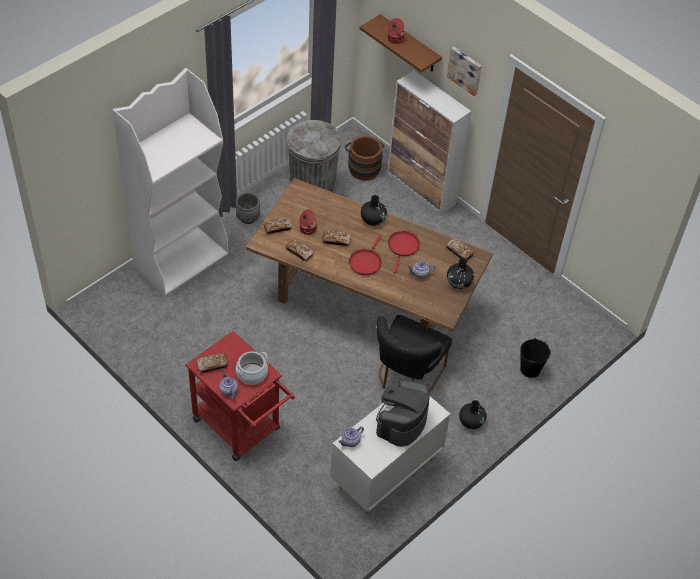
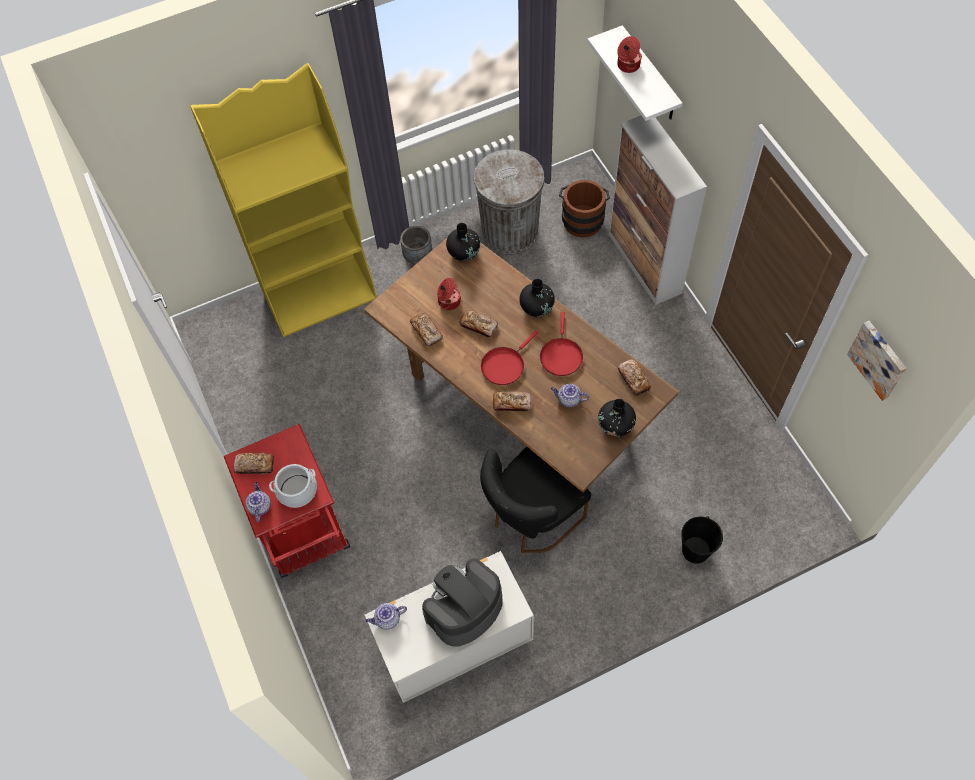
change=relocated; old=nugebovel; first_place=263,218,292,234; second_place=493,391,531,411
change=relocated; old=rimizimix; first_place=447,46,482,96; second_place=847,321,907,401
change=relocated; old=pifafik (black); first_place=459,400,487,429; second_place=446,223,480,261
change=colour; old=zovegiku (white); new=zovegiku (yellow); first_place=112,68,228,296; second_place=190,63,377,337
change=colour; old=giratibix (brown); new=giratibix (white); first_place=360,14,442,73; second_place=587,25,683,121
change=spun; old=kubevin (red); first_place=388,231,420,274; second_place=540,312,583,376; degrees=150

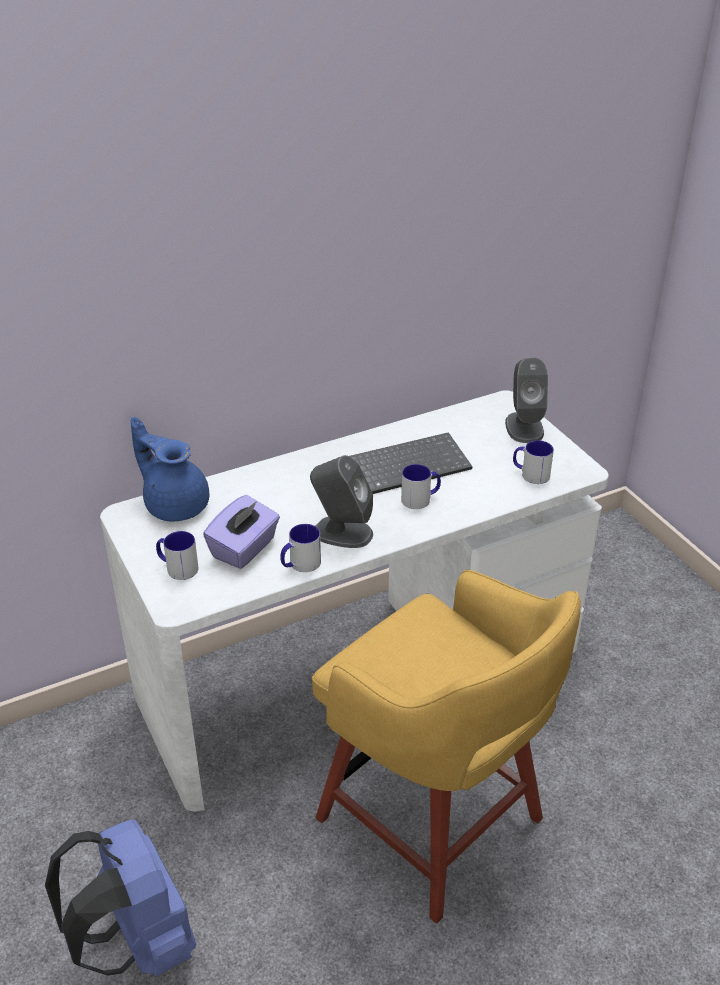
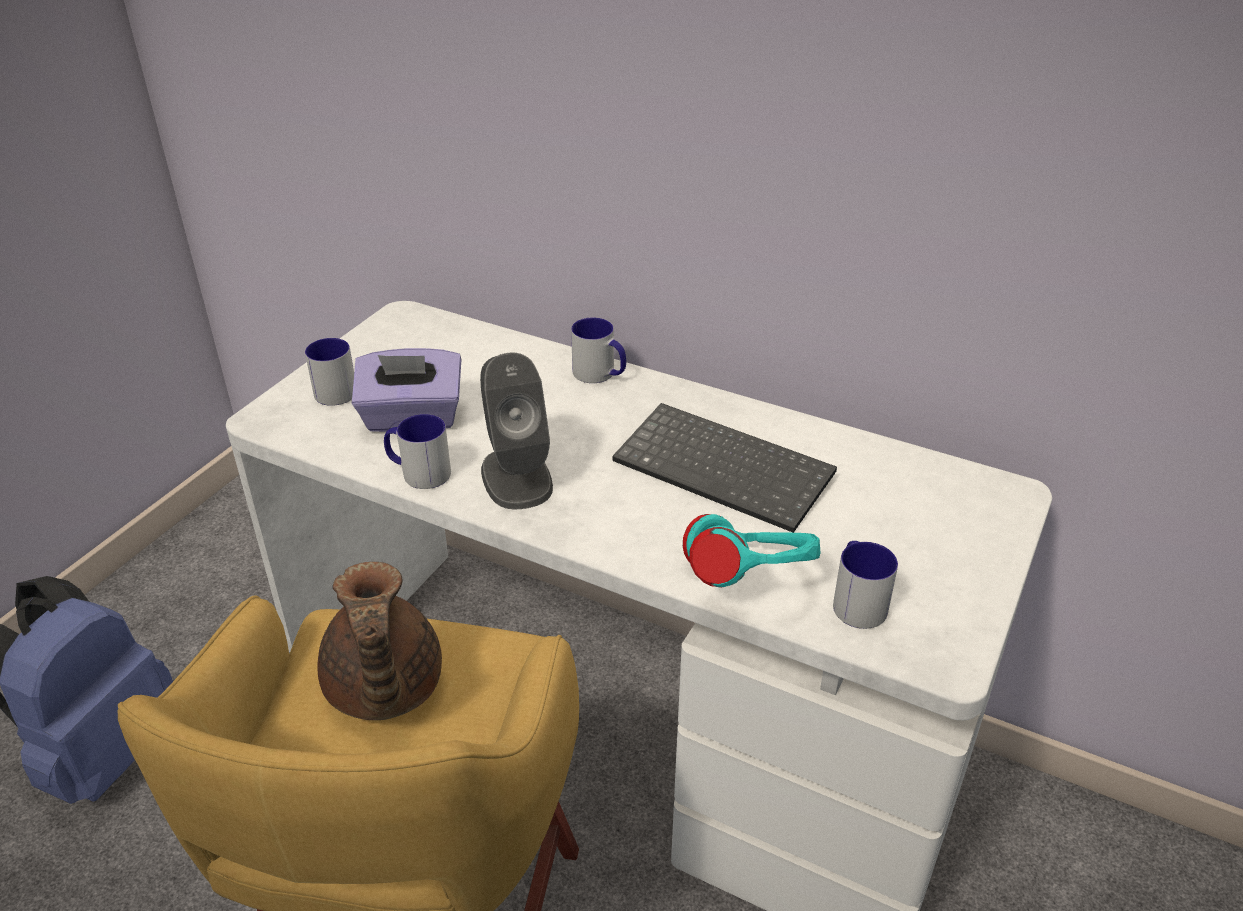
change=missing; old=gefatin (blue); first_place=131,417,209,521
change=missing; old=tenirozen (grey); first_place=505,357,548,443
change=appeared; new=gefatin (brown); second_place=317,562,442,720
change=appeared; new=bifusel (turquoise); second_place=683,514,821,588
change=relocated; old=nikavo; first_place=401,464,441,509; second_place=571,318,626,383

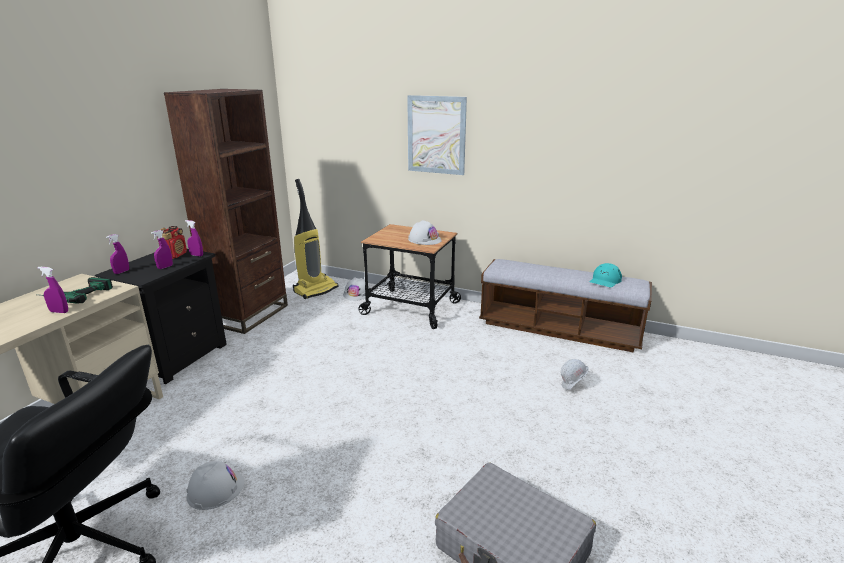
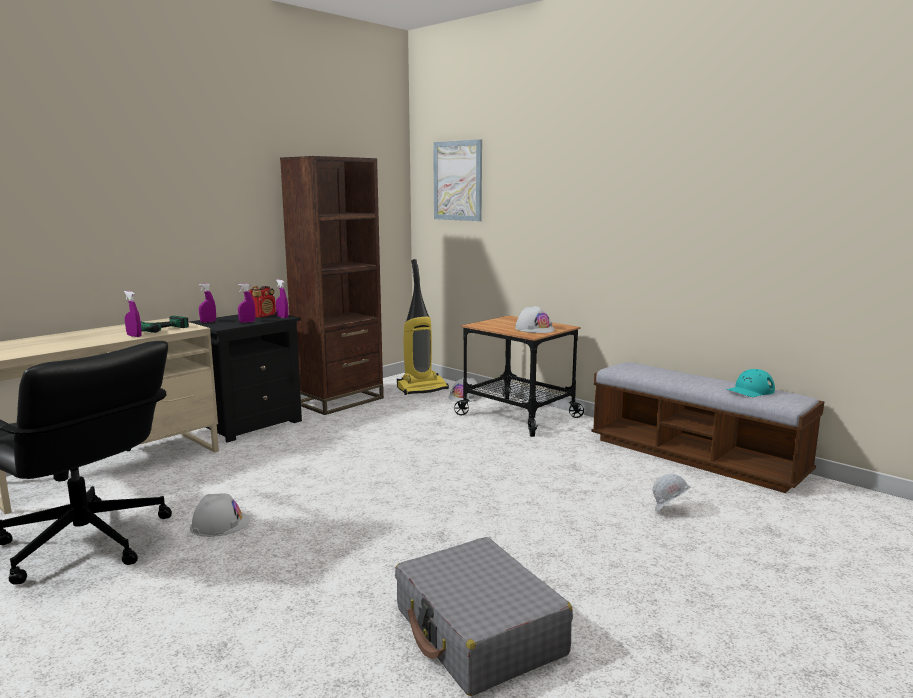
change=relocated; old=rimizimix; first_place=407,95,467,175; second_place=433,139,482,221

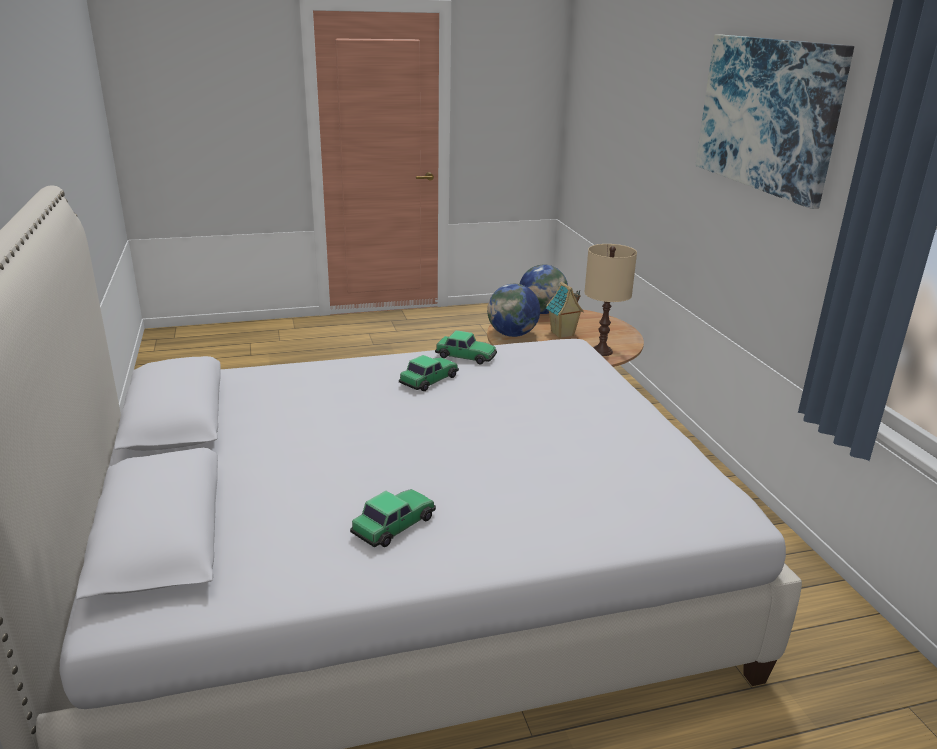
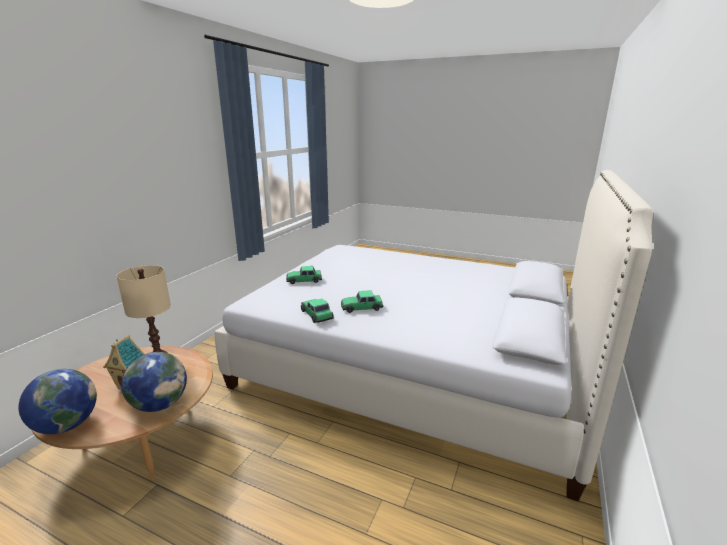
change=missing; old=rimizimix; first_place=696,35,854,209
change=relocated; old=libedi; first_place=350,489,436,547; second_place=286,266,322,284

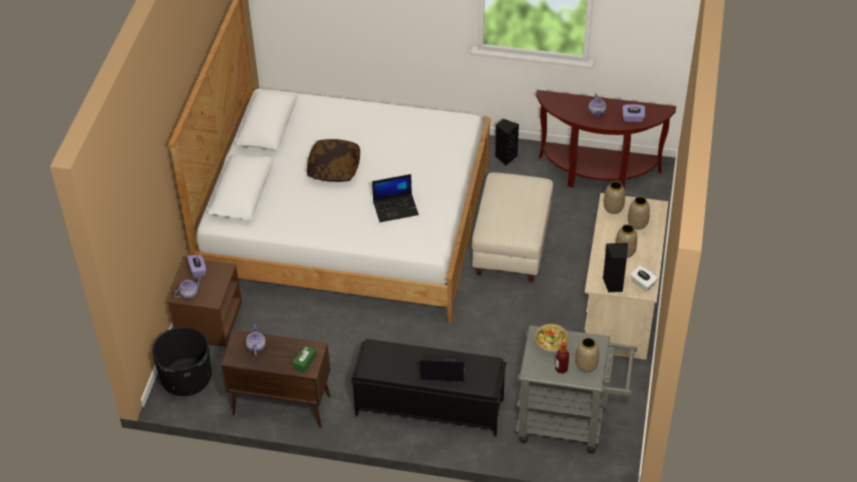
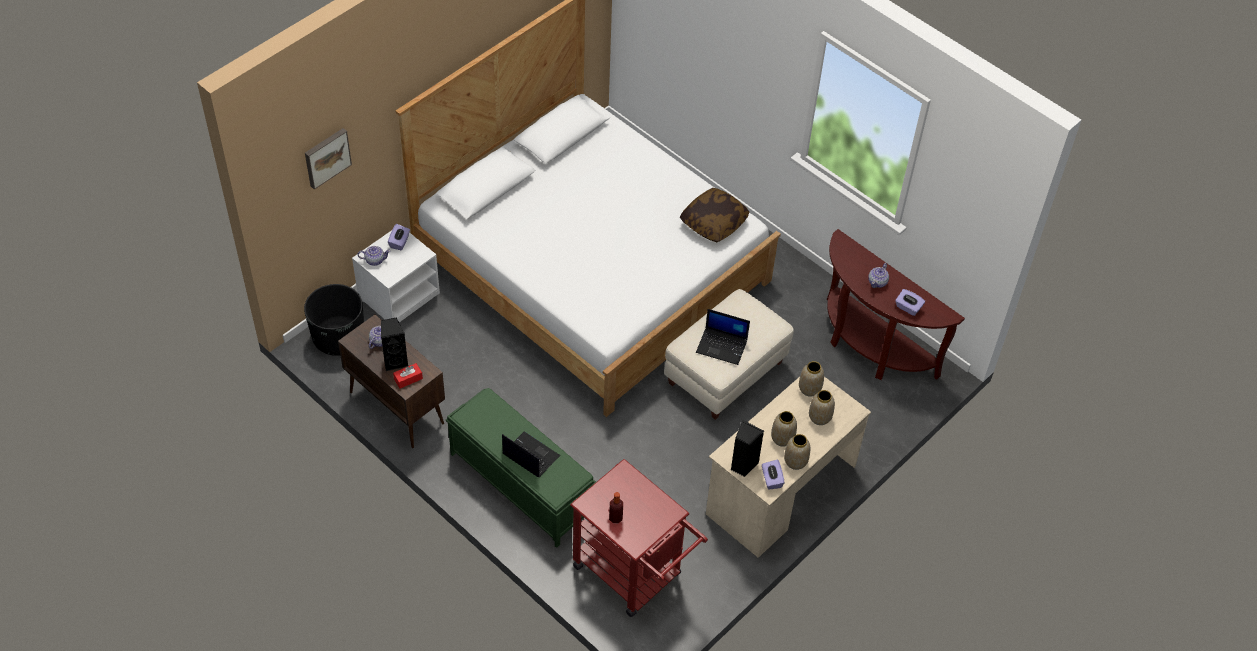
change=missing; old=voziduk; first_place=535,324,568,352
change=appeared; new=rimizimix; second_place=305,128,352,190
change=relocated; old=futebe; first_place=307,139,360,182; second_place=680,188,750,242
change=relocated; old=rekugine; first_place=372,174,419,222; second_place=696,309,750,365
change=relocated; old=tenirozen (black); first_place=495,119,519,166; second_place=381,317,408,371
change=relocated; old=pifafik; first_place=575,337,599,373; second_place=784,434,810,470
change=colour; old=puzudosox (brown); new=puzudosox (white); first_place=168,258,242,347; second_place=352,230,440,322
change=colour; old=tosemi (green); new=tosemi (red); first_place=292,345,316,373; second_place=393,363,423,388
change=colour; old=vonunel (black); new=vonunel (green); first_place=351,339,507,437; second_place=446,388,596,548
change=colour; old=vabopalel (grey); new=vabopalel (red); first_place=516,325,638,453; second_place=570,459,708,617
change=colour; old=tosemi (white); new=tosemi (purple); first_place=630,265,658,291; second_place=762,459,784,490

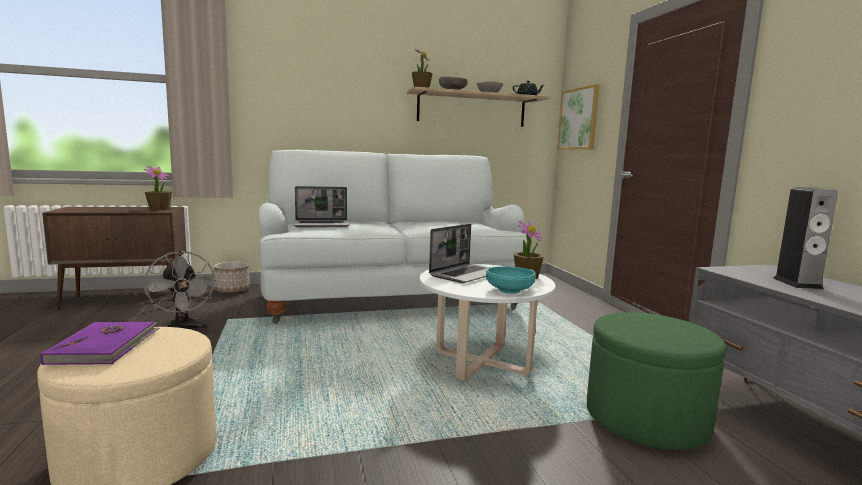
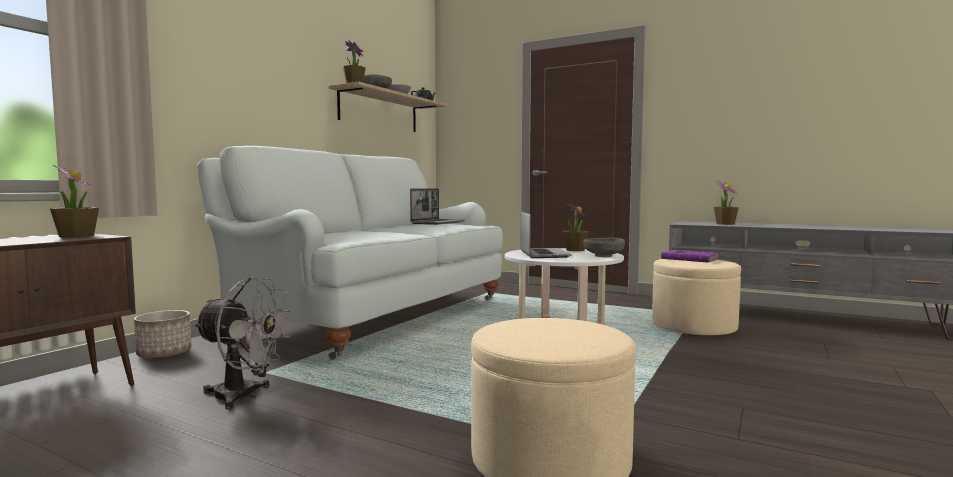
change=missing; old=rimizimix; first_place=557,84,600,150
change=relocated; old=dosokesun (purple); first_place=40,322,160,365; second_place=661,250,719,263
change=relocated; old=rekugine; first_place=294,186,349,227; second_place=410,188,465,225
change=exchanged; old=tenirozen; new=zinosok; first_place=773,187,838,289; second_place=714,181,739,225
change=colour; old=voziduk (turquoise); new=voziduk (grey); first_place=486,266,536,294; second_place=583,238,625,257
change=colour; old=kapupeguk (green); new=kapupeguk (beige); first_place=587,312,726,450; second_place=652,259,741,335

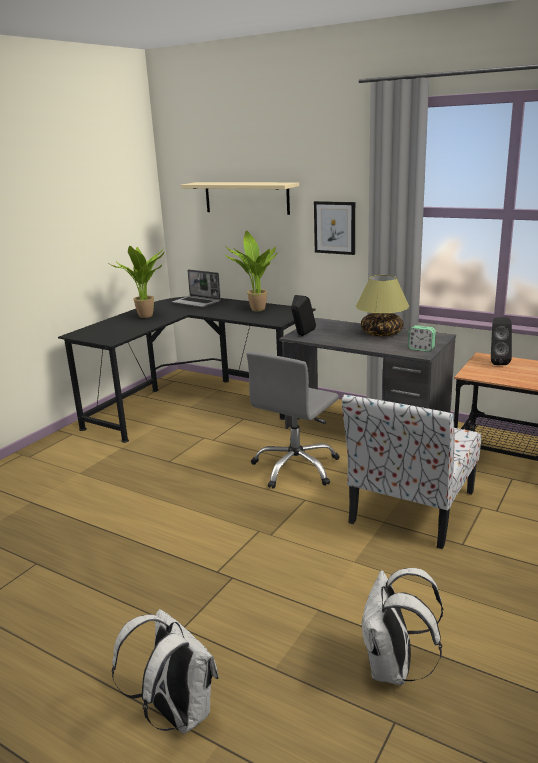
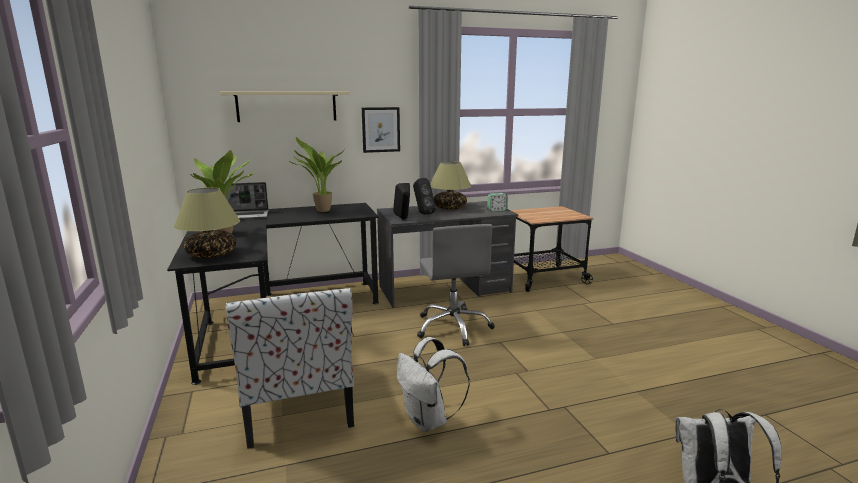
change=appeared; new=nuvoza; second_place=174,188,240,258
change=relocated; old=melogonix; first_place=342,394,481,549; second_place=226,288,354,449
change=relocated; old=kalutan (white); first_place=360,568,443,685; second_place=397,337,470,432
change=relocated; old=tenirozen (black); first_place=491,317,512,365; second_place=413,178,436,215

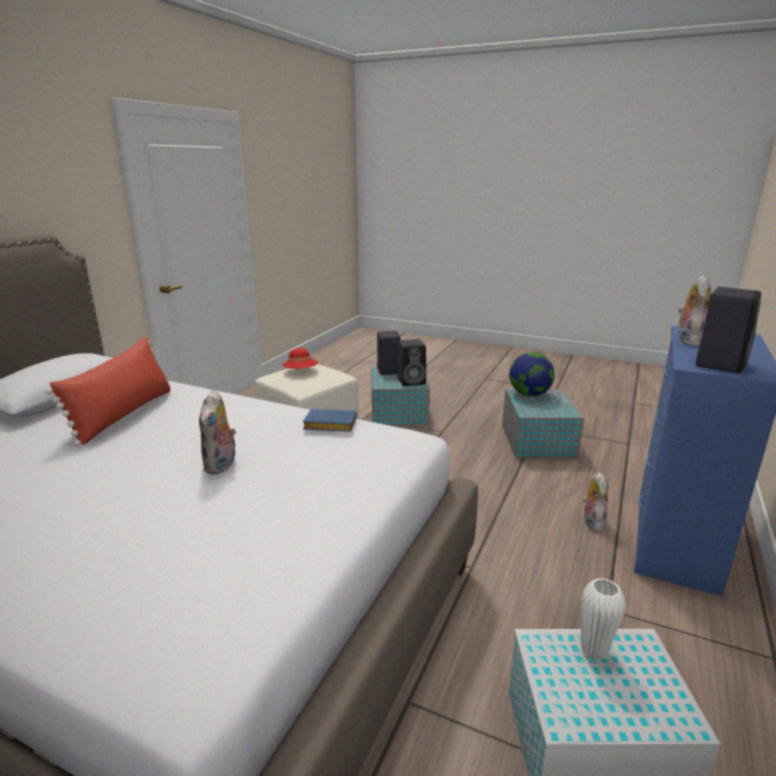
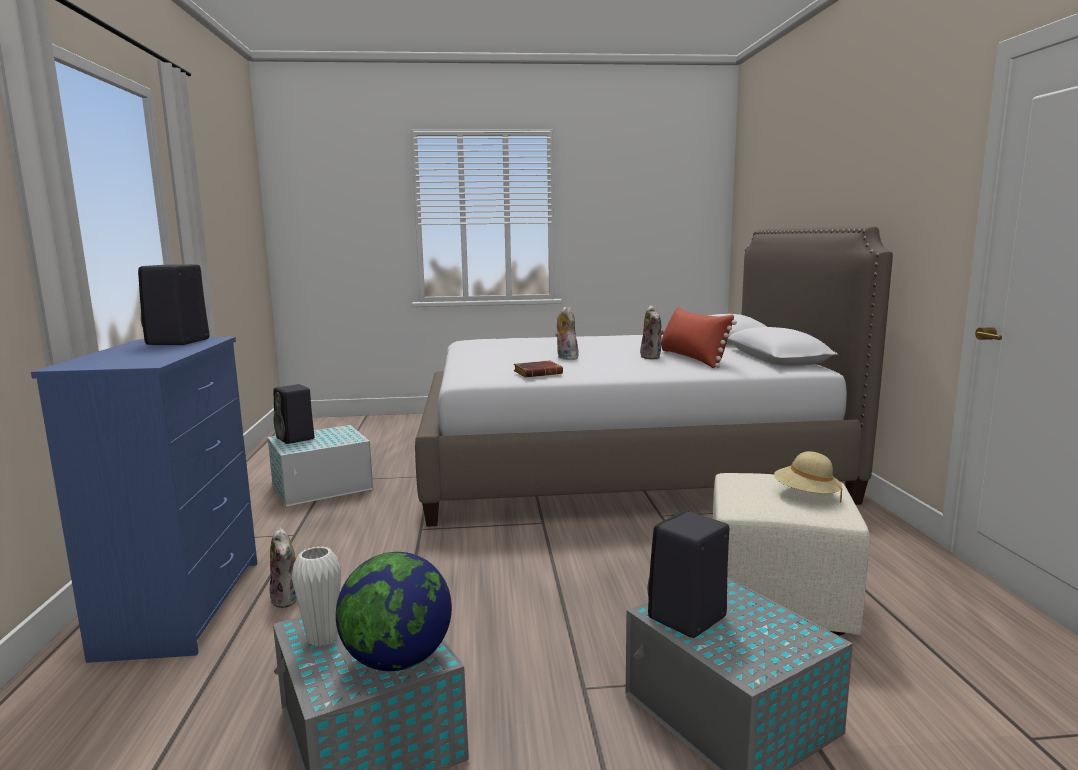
change=relocated; old=tenirozen (black); first_place=377,331,401,375; second_place=274,384,315,444
change=relocated; old=pifafik (white); first_place=581,578,626,660; second_place=292,546,341,647
change=relocated; old=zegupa; first_place=678,276,711,346; second_place=640,305,664,359
change=colour; old=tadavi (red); new=tadavi (beige); first_place=283,348,318,369; second_place=774,451,842,502
change=colour; old=dosokesun (blue); new=dosokesun (brown); first_place=303,409,357,432; second_place=514,360,563,378

